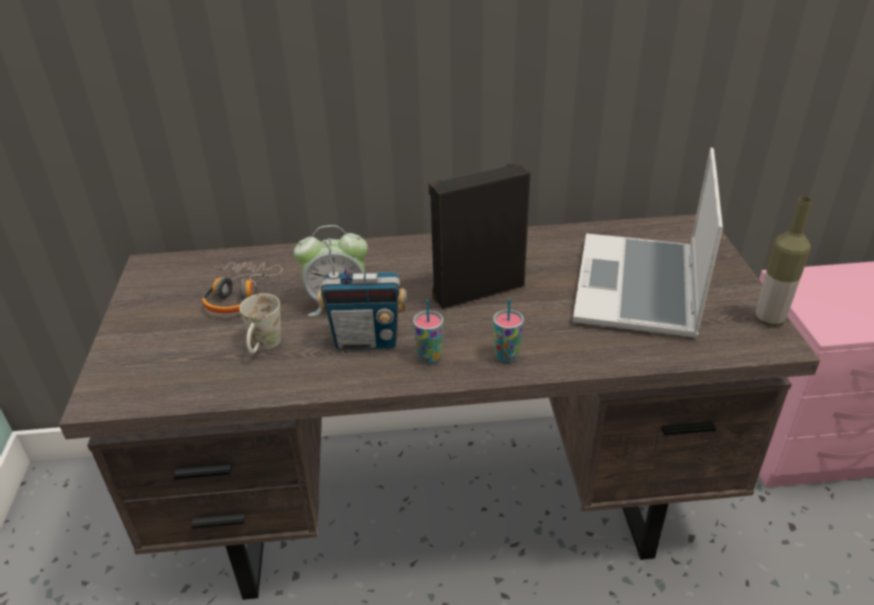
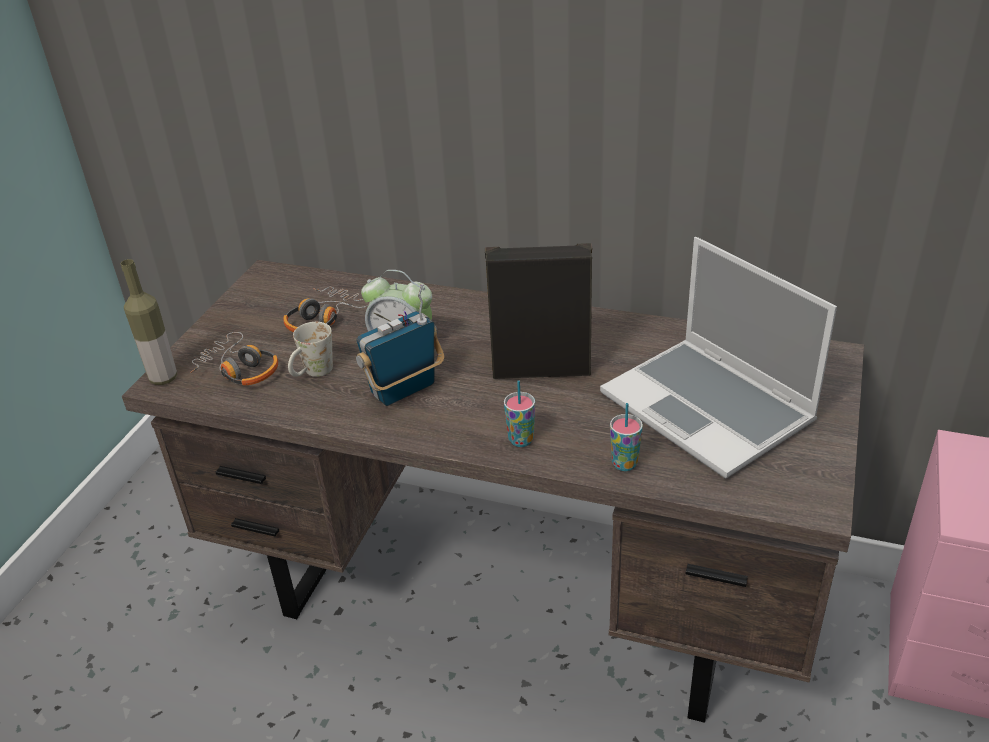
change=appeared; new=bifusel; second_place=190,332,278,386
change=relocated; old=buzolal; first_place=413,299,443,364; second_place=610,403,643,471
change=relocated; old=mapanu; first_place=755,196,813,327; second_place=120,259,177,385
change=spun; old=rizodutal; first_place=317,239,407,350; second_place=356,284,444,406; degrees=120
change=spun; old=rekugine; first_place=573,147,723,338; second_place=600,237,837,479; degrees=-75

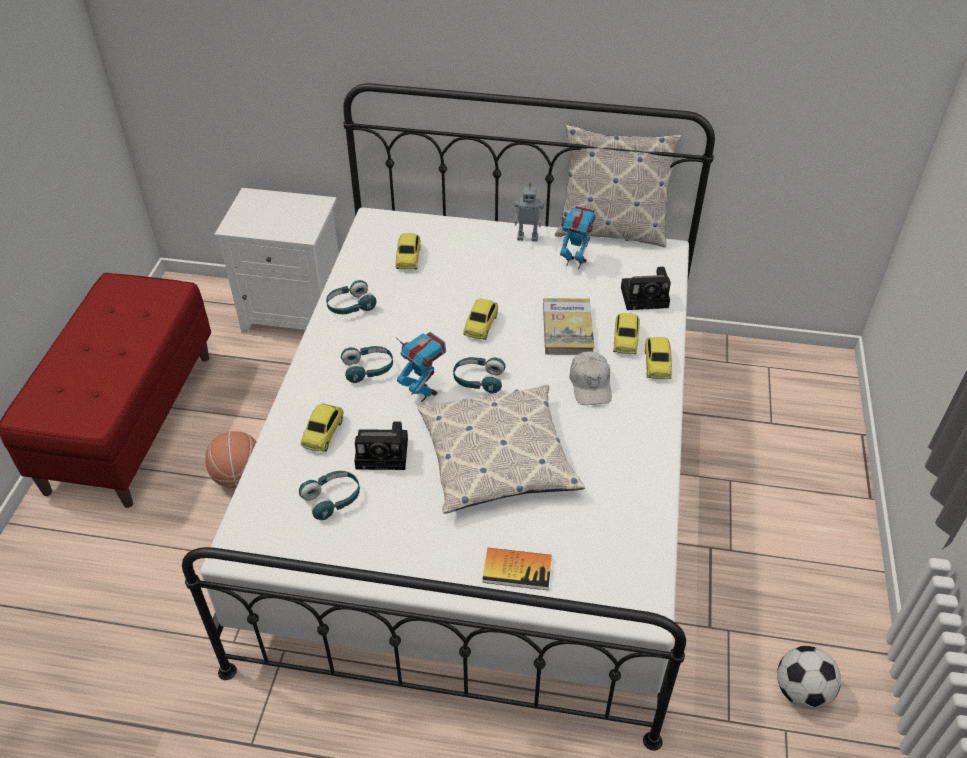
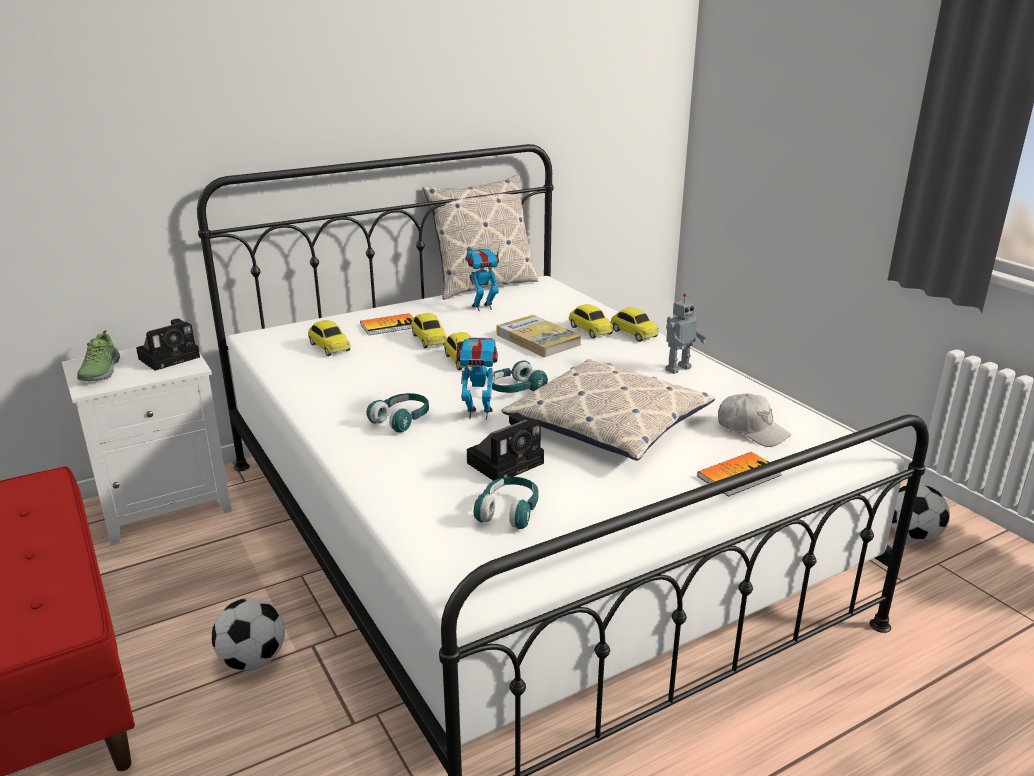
change=missing; old=bifusel (turquoise); first_place=326,280,376,314
change=appeared; new=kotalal; second_place=77,330,120,381
change=appeared; new=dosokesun; second_place=360,313,414,335
change=relocated; old=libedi; first_place=301,403,344,452; second_place=411,313,447,348
change=relocated; old=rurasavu; first_place=515,183,544,242; second_place=665,293,706,374
change=relocated; old=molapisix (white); first_place=569,351,612,405; second_place=718,393,792,447
change=relocated; old=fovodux; first_place=621,267,671,310; second_place=136,319,200,371
change=exchanged; old=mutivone; new=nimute; first_place=205,431,257,488; second_place=212,598,285,671

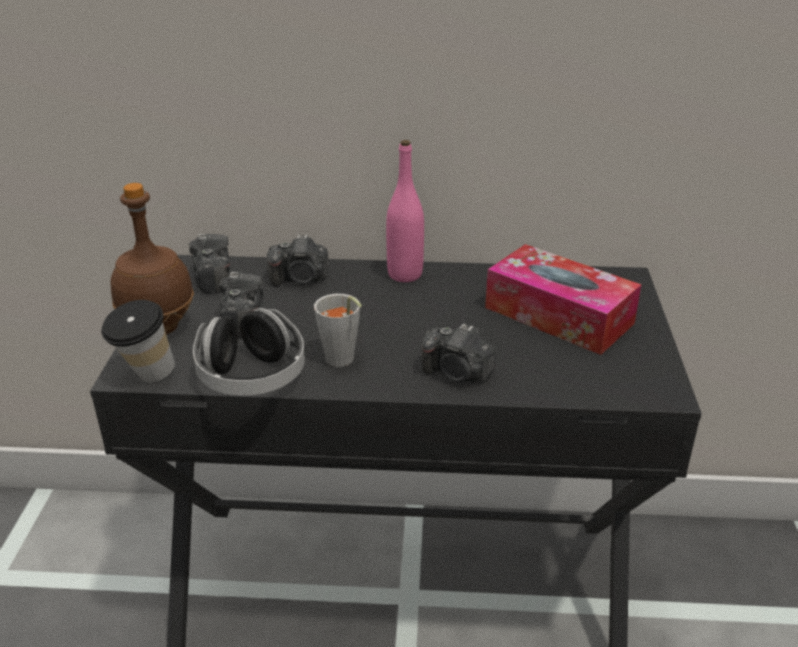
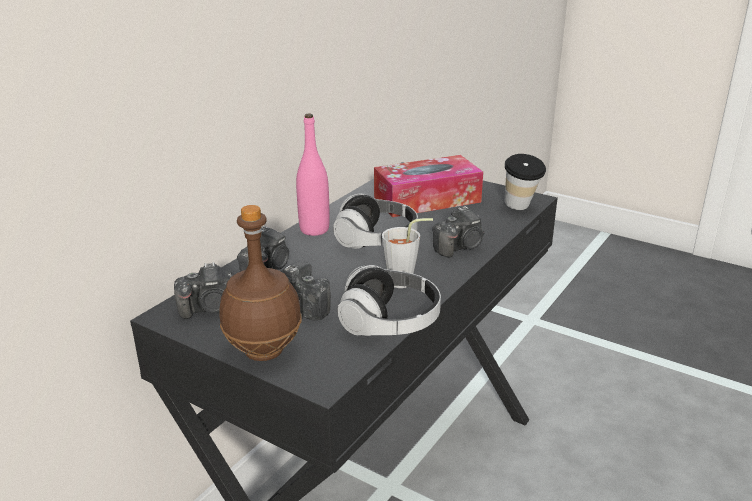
change=appeared; new=bifusel; second_place=333,193,418,249
change=relocated; old=buzolal; first_place=101,300,175,383; second_place=505,154,546,210
change=spun; old=fovodux; first_place=189,234,230,294; second_place=174,262,235,319; degrees=150

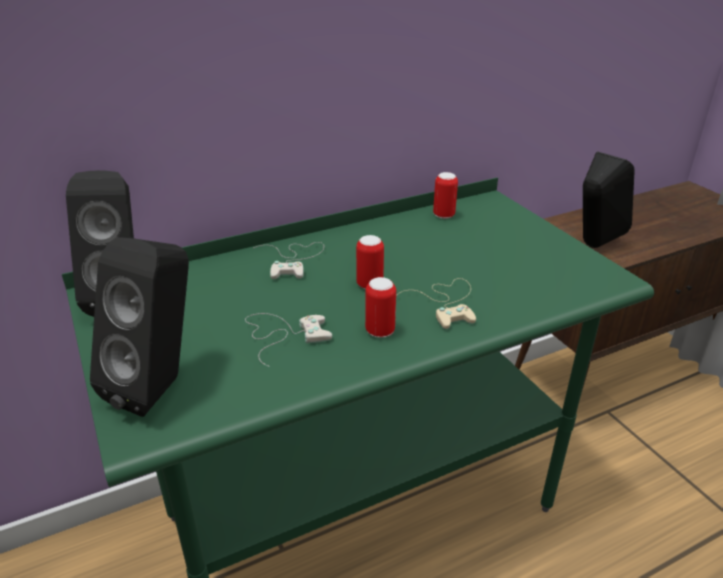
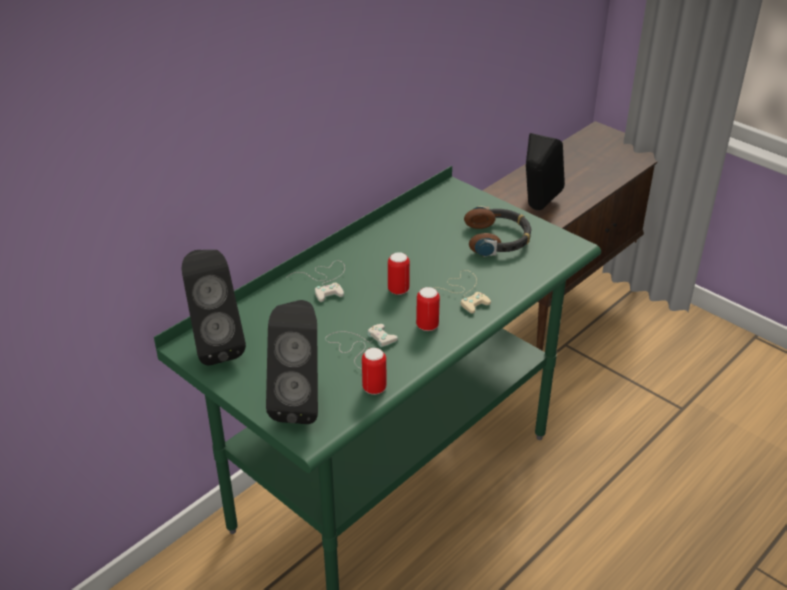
change=appeared; new=bifusel; second_place=464,206,531,257
change=relocated; old=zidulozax; first_place=433,172,458,219; second_place=362,348,386,395

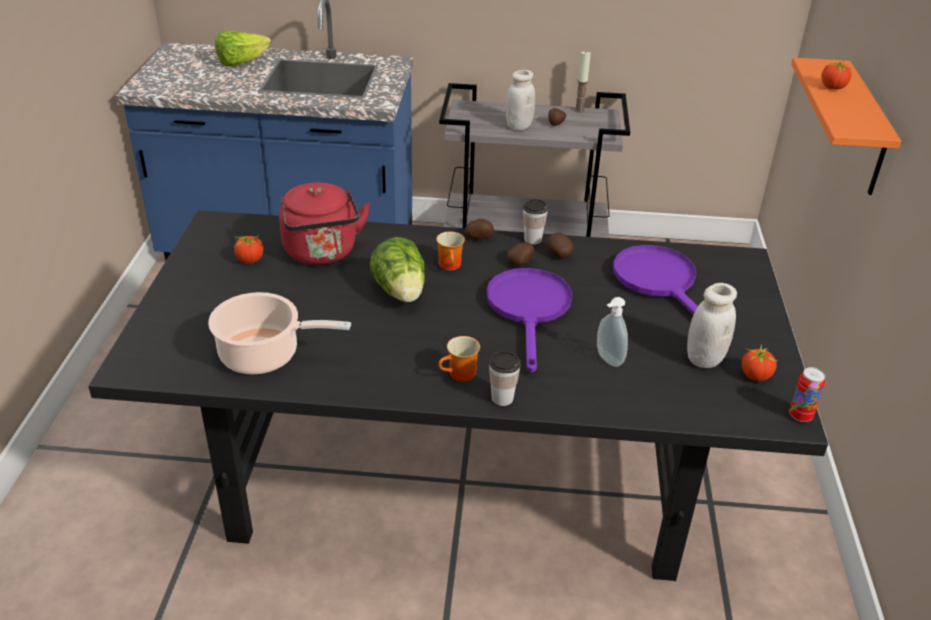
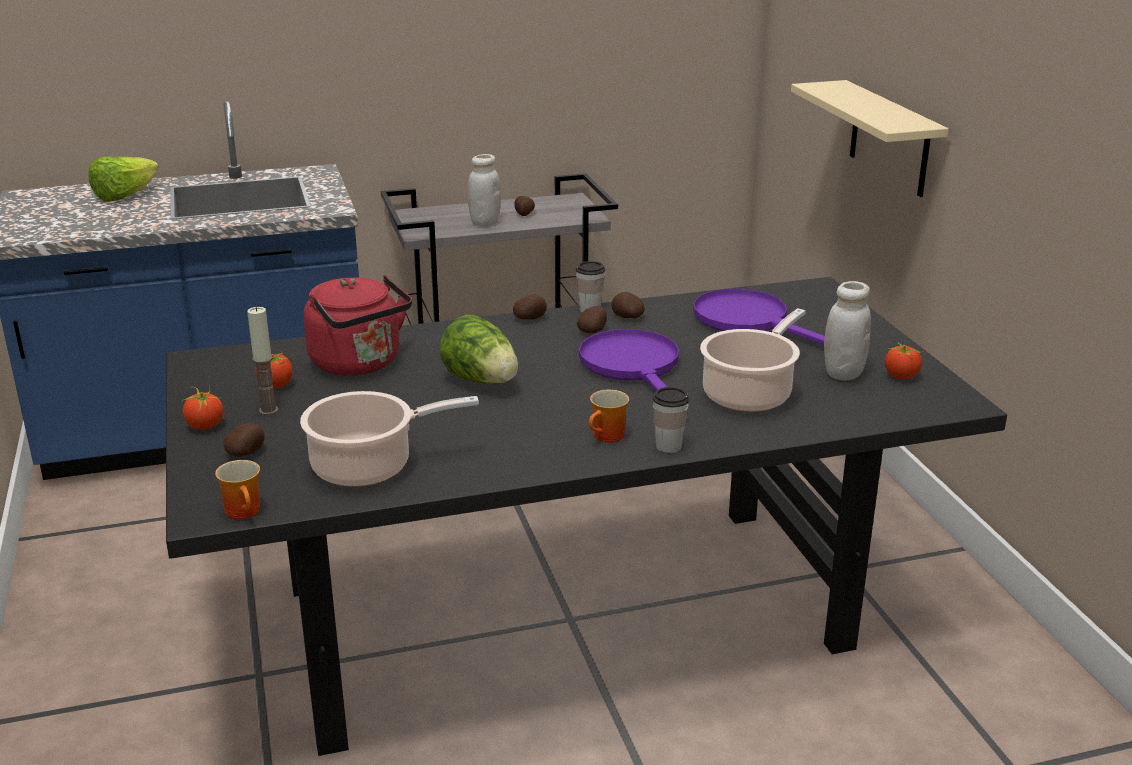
change=missing; old=zidulozax; first_place=789,367,825,422
change=appeared; new=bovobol; second_place=223,423,265,457
change=relocated; old=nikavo; first_place=436,231,465,270; second_place=215,460,260,519
change=relocated; old=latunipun; first_place=574,51,591,113; second_place=247,307,278,415
change=relocated; old=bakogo; first_place=821,57,853,90; second_place=180,386,224,430
change=exchanged; old=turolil; new=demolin; first_place=597,297,628,367; second_place=700,308,806,412
change=colour; old=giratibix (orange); new=giratibix (beige); first_place=791,58,901,195; second_place=791,80,949,197

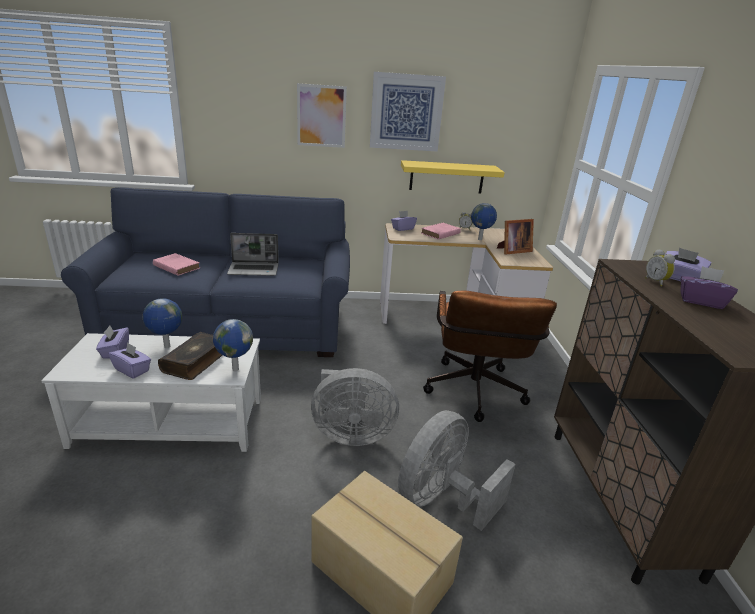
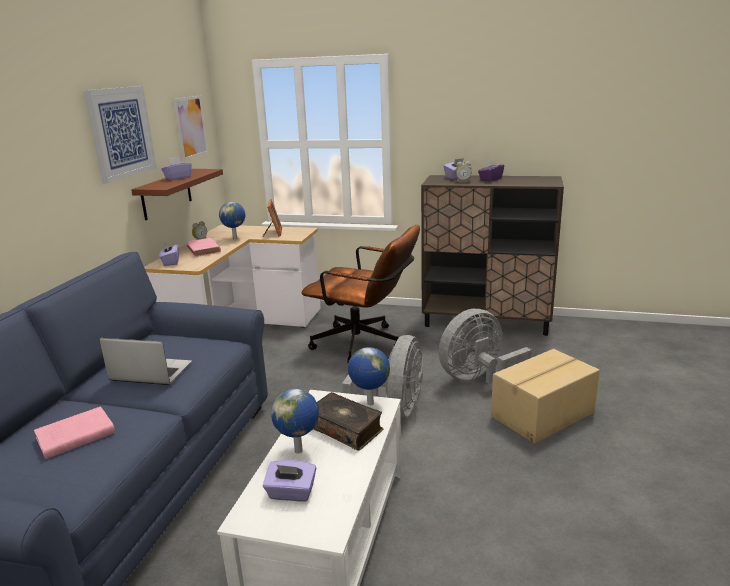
change=relocated; old=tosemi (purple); first_place=108,342,151,378; second_place=161,157,192,180
change=relocated; old=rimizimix; first_place=297,83,347,148; second_place=174,96,208,160
change=colour; old=giratibix (yellow); new=giratibix (brown); first_place=401,160,505,194; second_place=131,169,223,220
change=spun; old=rekugine; first_place=227,233,279,276; second_place=99,338,192,385; degrees=-90
change=spun; old=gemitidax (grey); first_place=398,410,516,531; second_place=439,309,532,384; degrees=90

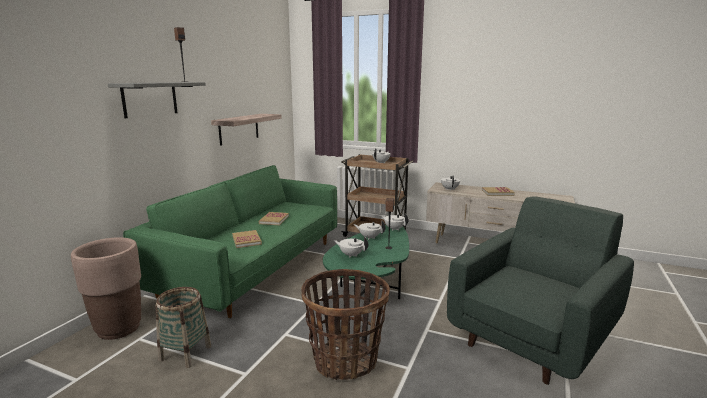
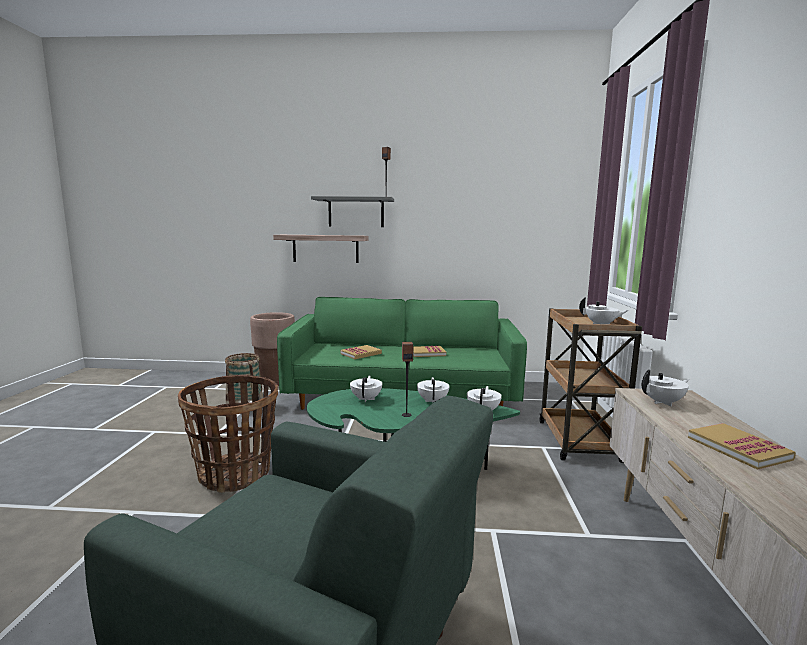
change=relocated; old=giratibix; first_place=211,114,282,146; second_place=273,235,369,263

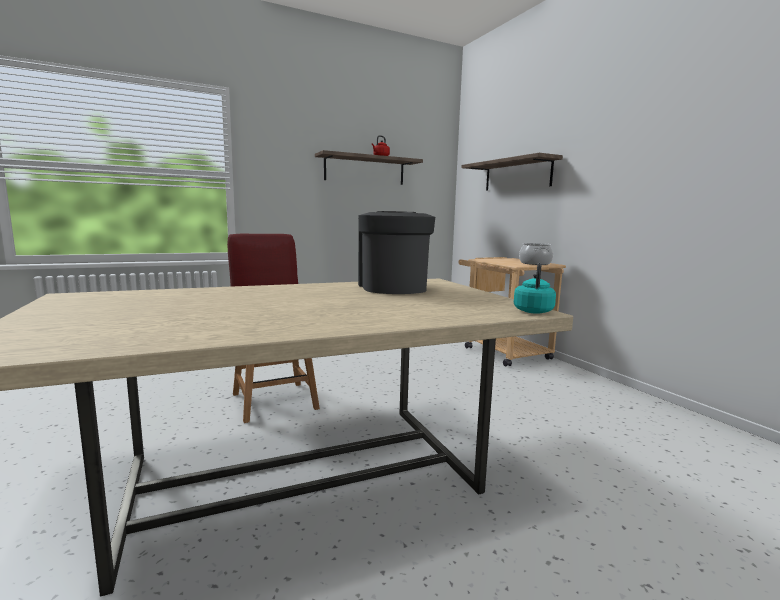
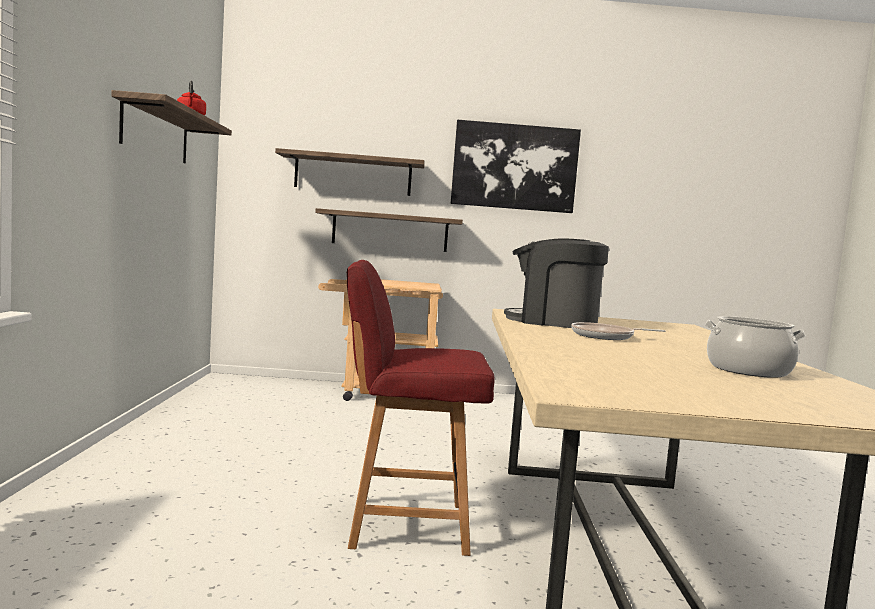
change=missing; old=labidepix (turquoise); first_place=514,263,556,314
change=appeared; new=giratibix; second_place=315,208,463,252
change=appeared; new=rimizimix; second_place=451,120,581,213
change=appeared; new=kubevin; second_place=571,322,665,340
change=relocated; old=demolin; first_place=519,243,553,265; second_place=705,316,806,378

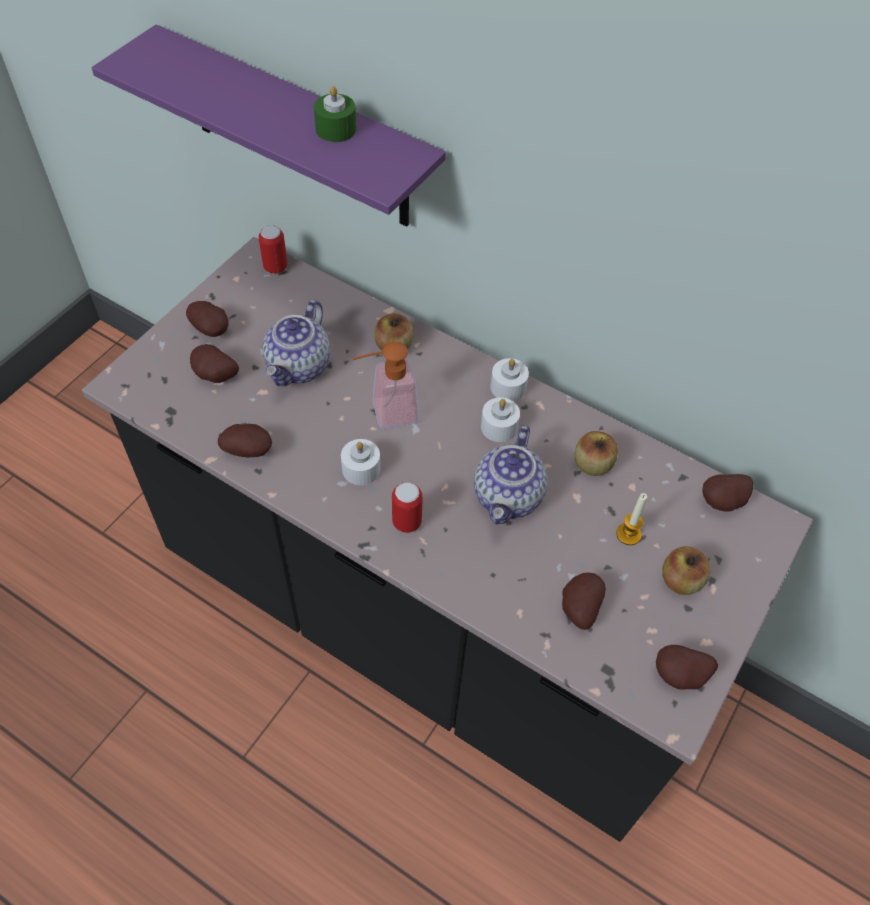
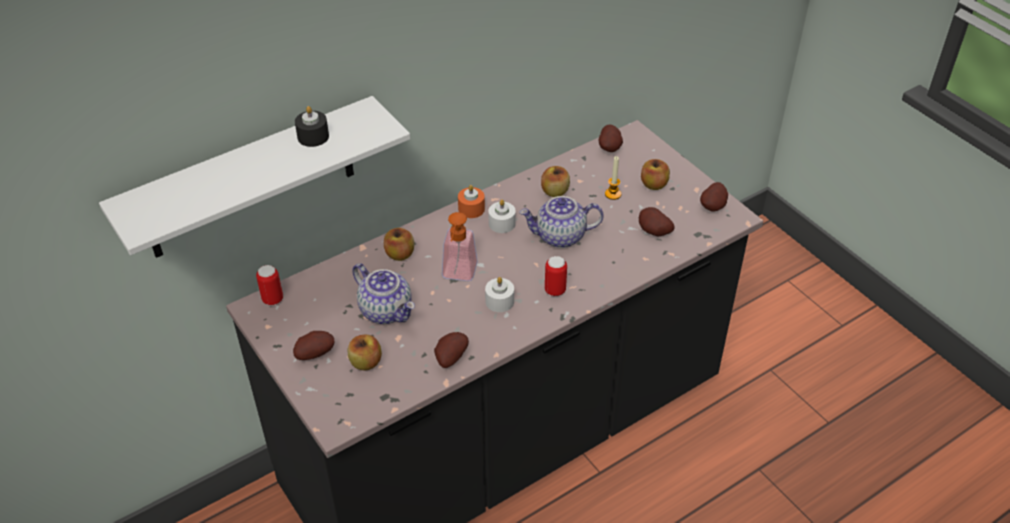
change=exchanged; old=bovobol; new=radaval; first_place=190,344,239,383; second_place=348,335,382,371
change=colour; old=giratibix (purple); new=giratibix (white); first_place=92,24,446,227; second_place=99,96,410,258
change=colour; old=latunipun (green); new=latunipun (black); first_place=314,86,356,142; second_place=295,106,329,147
change=colour; old=latunipun (white); new=latunipun (orange); first_place=490,358,529,401; second_place=458,185,485,218
change=spun; old=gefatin; first_place=474,425,548,524; second_place=519,196,604,248; degrees=135

